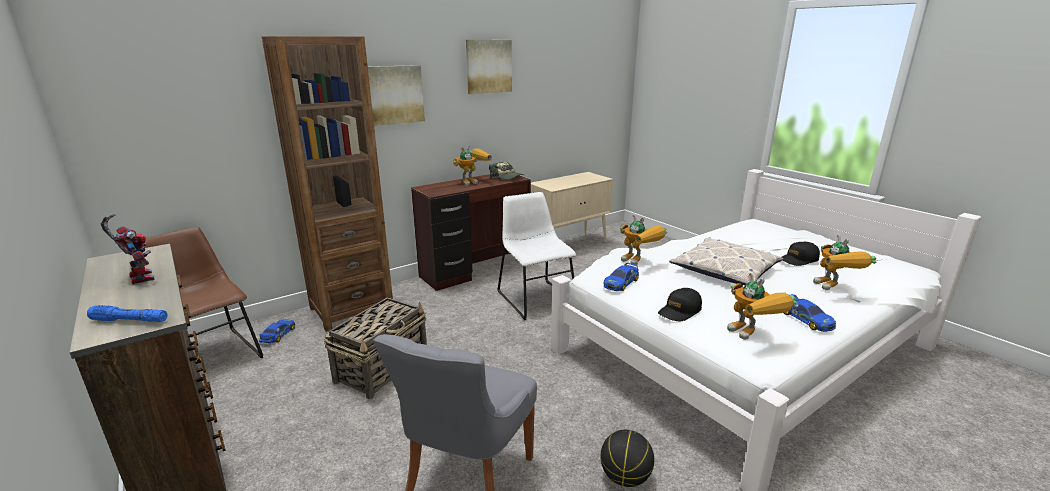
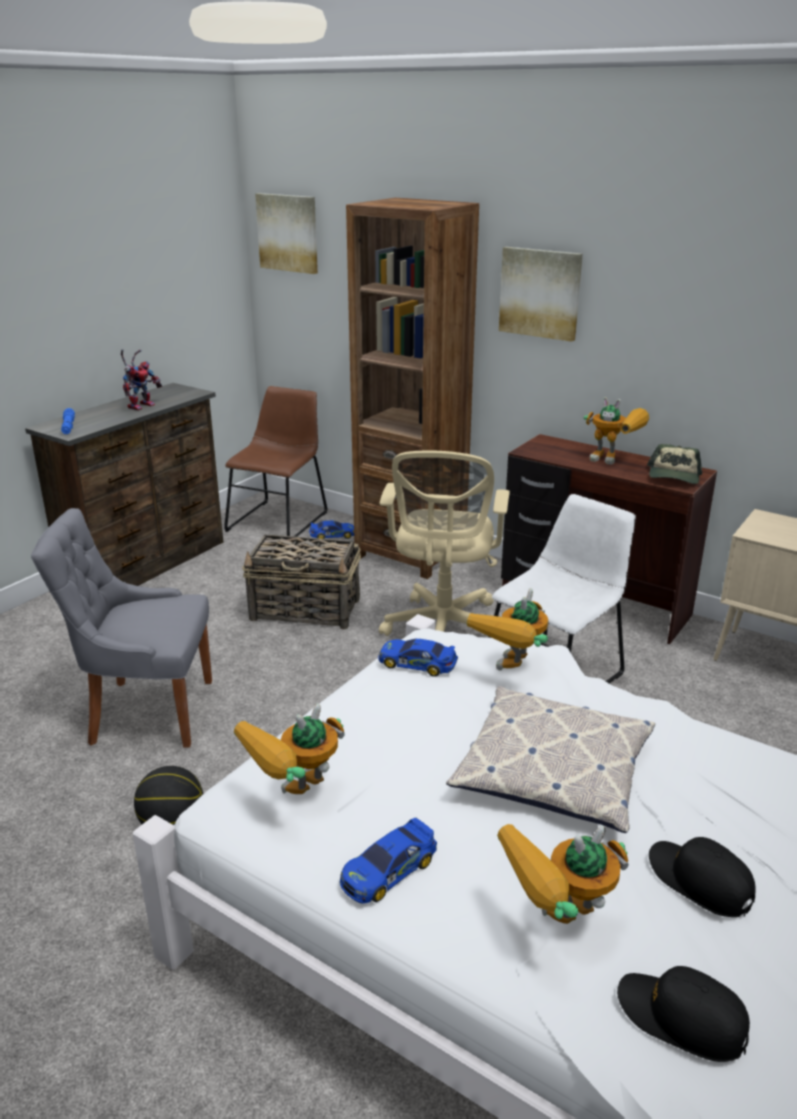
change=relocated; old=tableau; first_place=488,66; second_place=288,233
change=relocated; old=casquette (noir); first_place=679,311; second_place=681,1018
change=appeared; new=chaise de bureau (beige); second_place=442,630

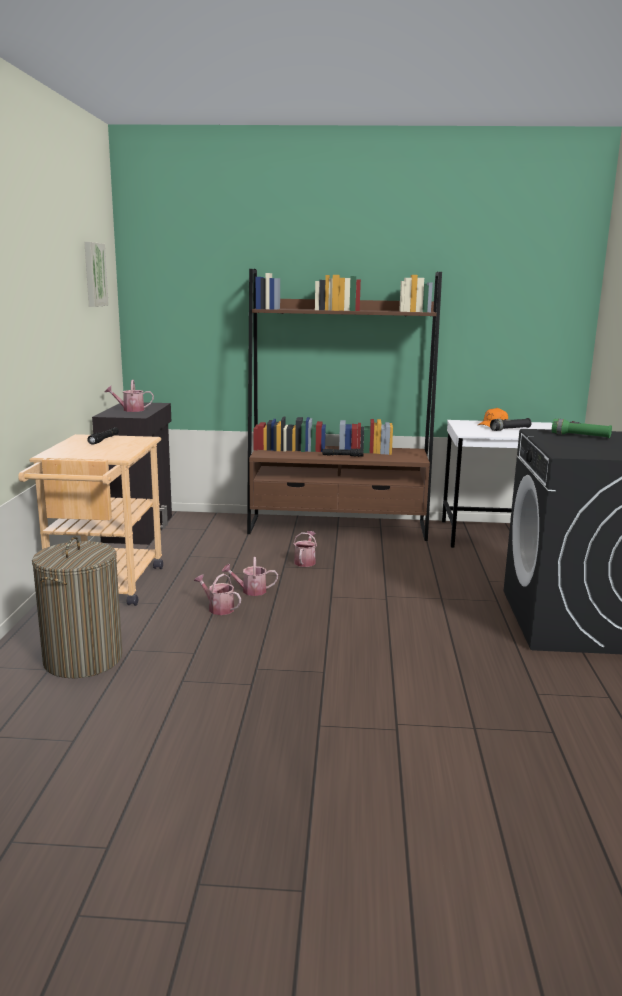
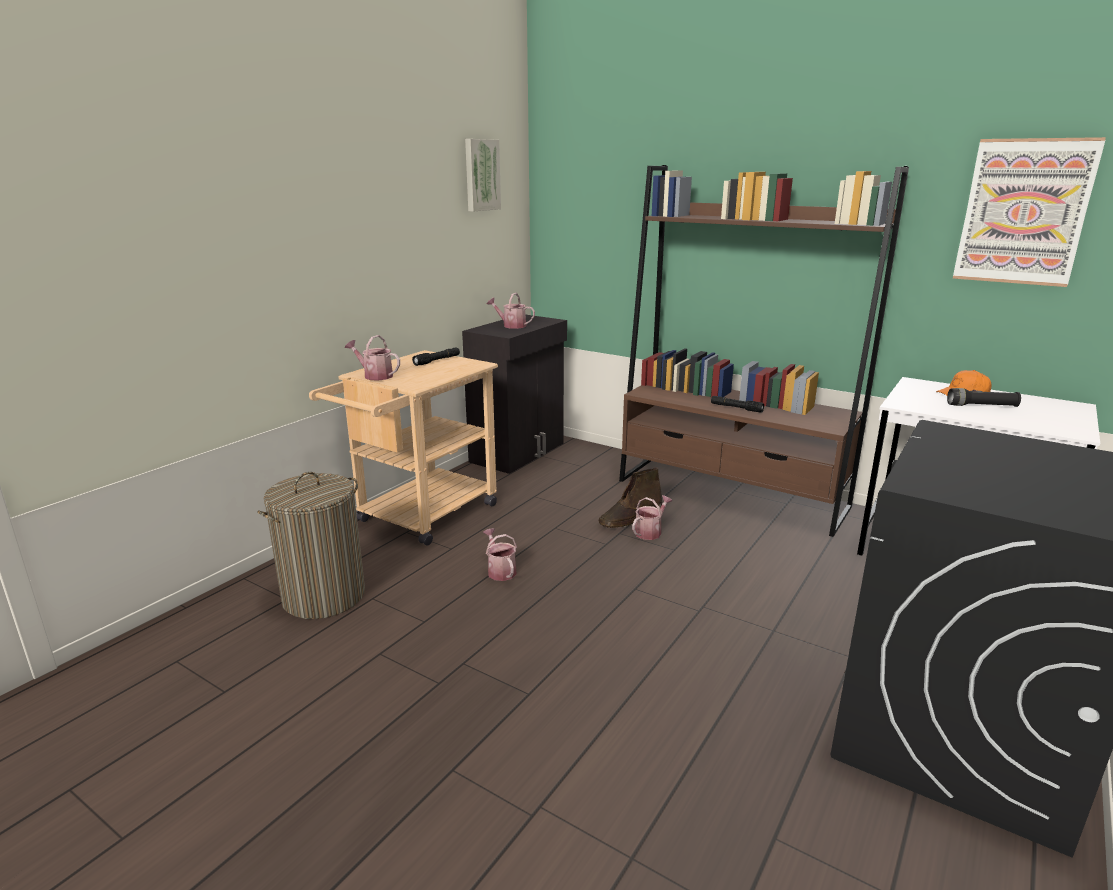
change=relocated; old=arrosoir; first_place=250,591; second_place=375,375
change=missing; old=lampe de poche (vert); first_place=580,436
change=appeared; new=botte (marron); second_place=630,519
change=appeared; new=tableau; second_place=1024,212

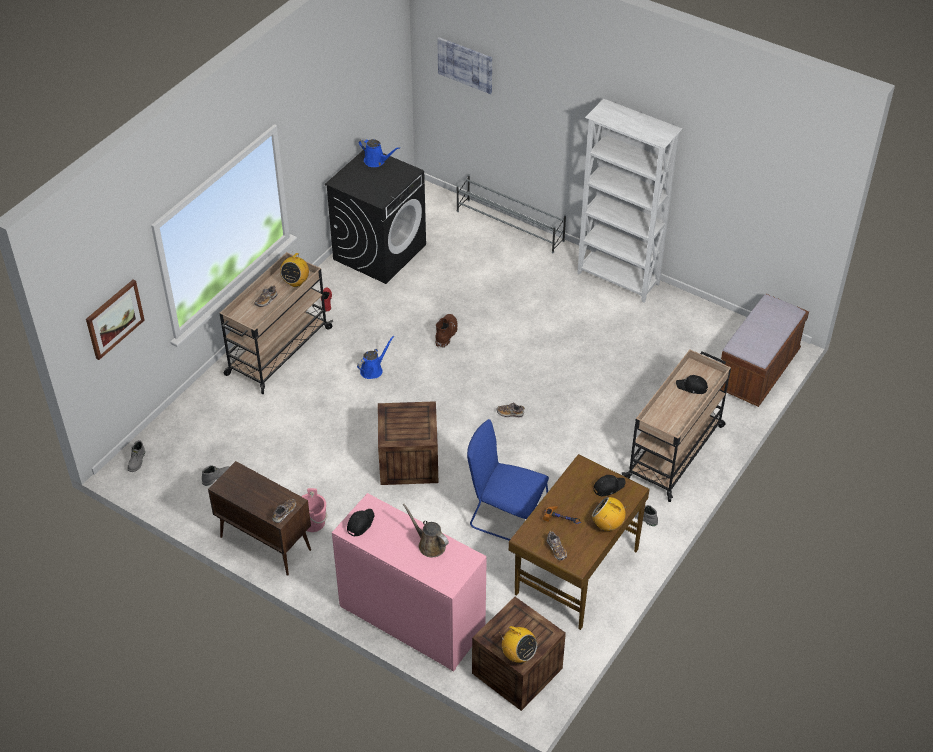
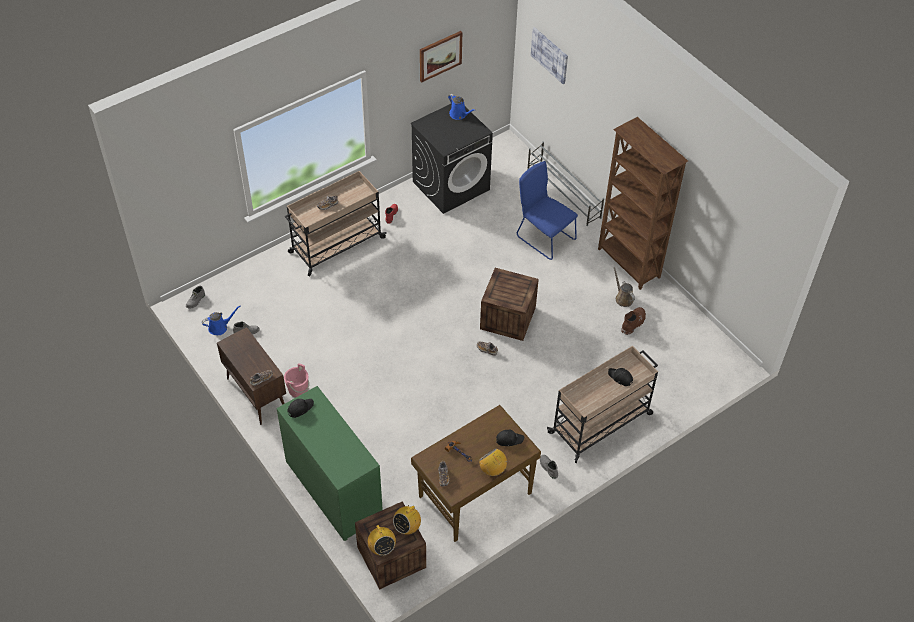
change=relocated; old=tableau; first_place=114,318; second_place=440,55
change=relocated; old=radio; first_place=295,282; second_place=407,527
change=colour; old=commode (rose); new=commode (vert); first_place=412,619; second_place=333,490
change=relocated; old=arrosoir (bleu); first_place=373,370; second_place=220,327
change=relocated; old=caisse; first_place=409,461; second_place=508,318
change=relocated; old=arrosoir (marron); first_place=429,544; second_place=623,298
change=relocated; old=botte (marron); first_place=446,334; second_place=633,323
change=relocated; old=chaise (bleu); first_place=506,517; second_place=543,237
change=colour; old=bibliothèque (blanc); new=bibliothèque (marron); first_place=618,279; second_place=628,264
change=missing; old=banc (marron); first_place=758,372

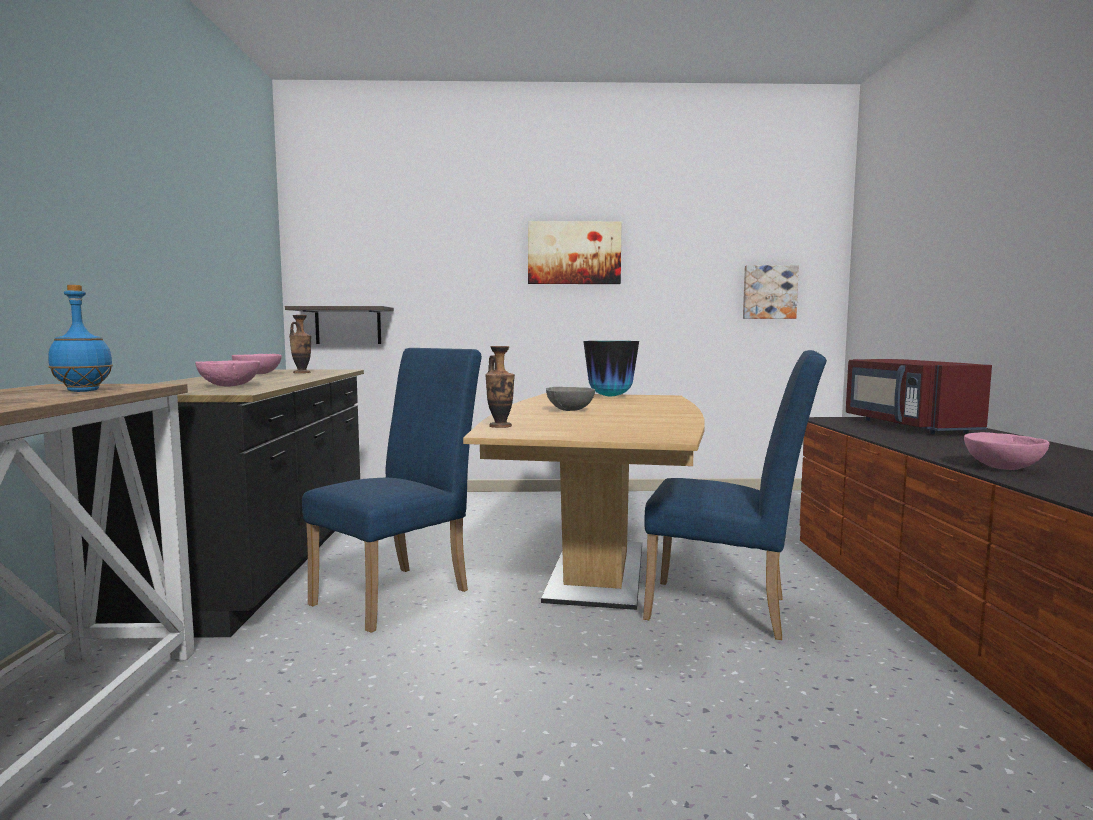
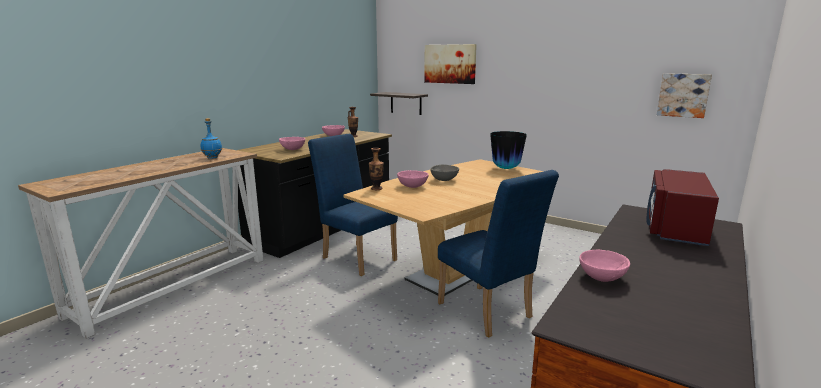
change=spun; old=chaise (bleu); first_place=400,593; second_place=356,257; degrees=-120
change=relocated; old=tableau; first_place=574,253; second_place=450,64
change=appeared; new=bol (rose); second_place=412,186

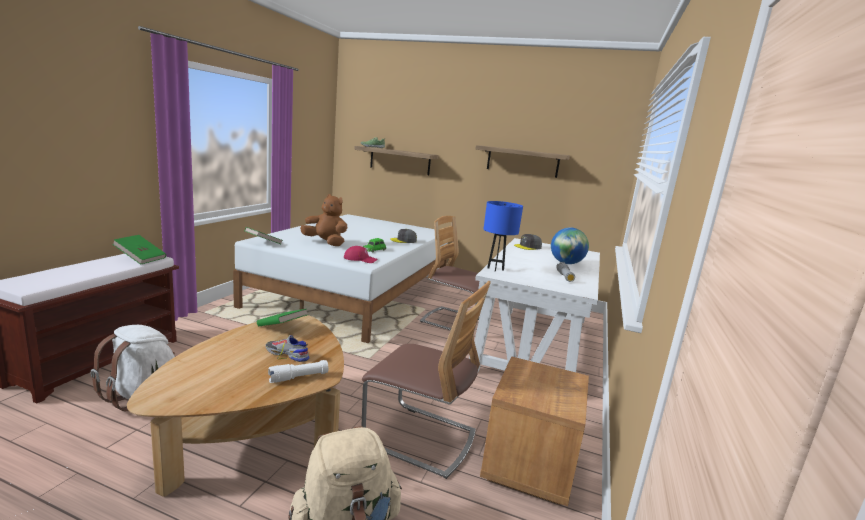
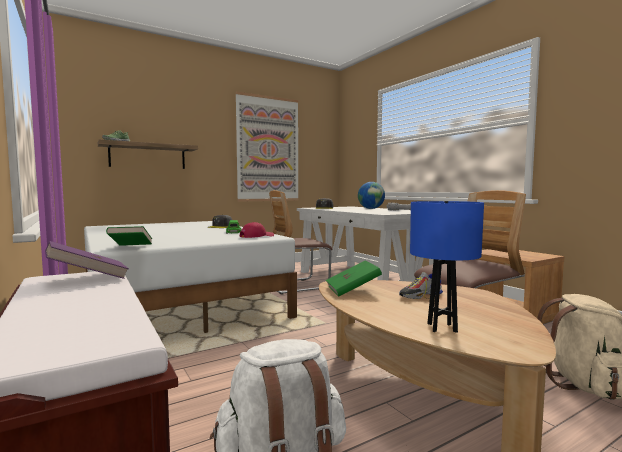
change=colour; old=livre (vert); new=livre (violet); first_place=140,258; second_place=87,278
change=missing; old=lampe de poche (blanc); first_place=298,377
change=missing; old=peluche (marron); first_place=326,243
change=exchanged; old=étagère; new=tableau; first_place=522,161; second_place=268,149
change=relocated; old=lampe de table (bleu); first_place=495,269; second_place=441,328

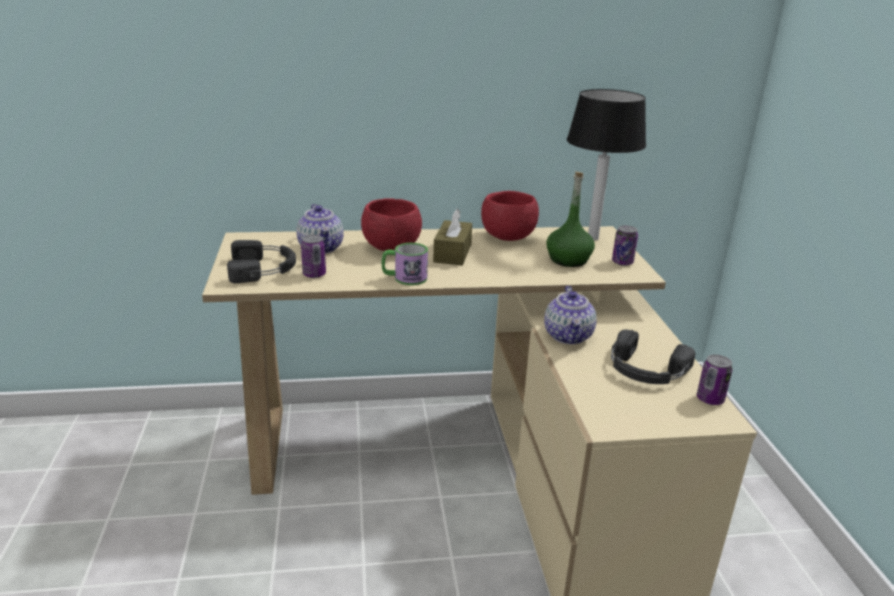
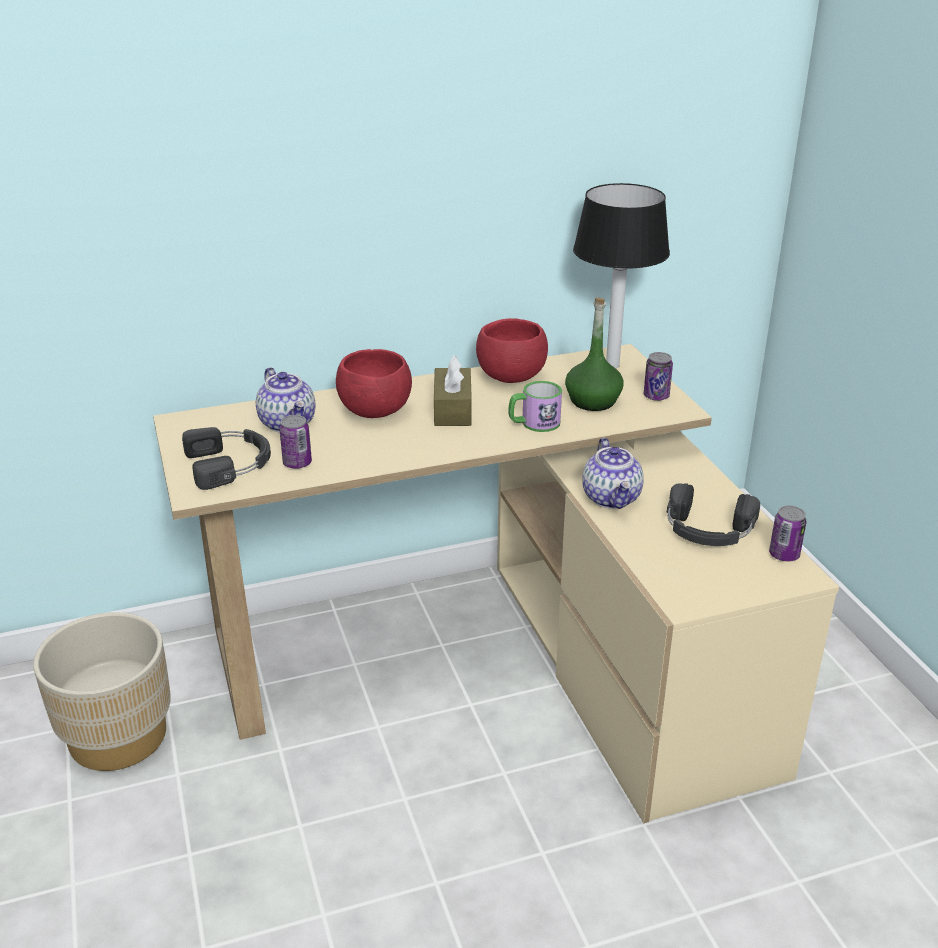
change=relocated; old=mug; first_place=404,278; second_place=534,423
change=appeared; new=cache-pot (beige); second_place=118,736

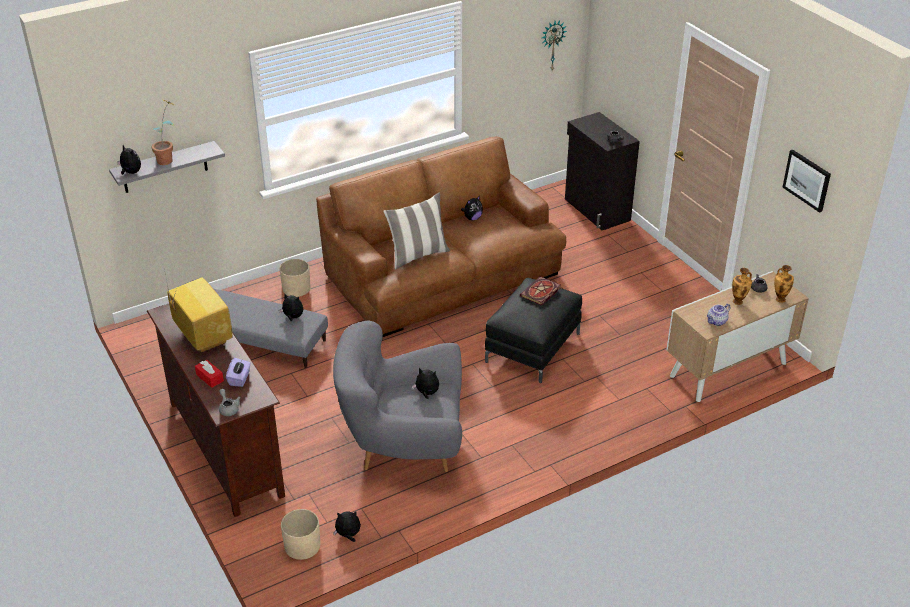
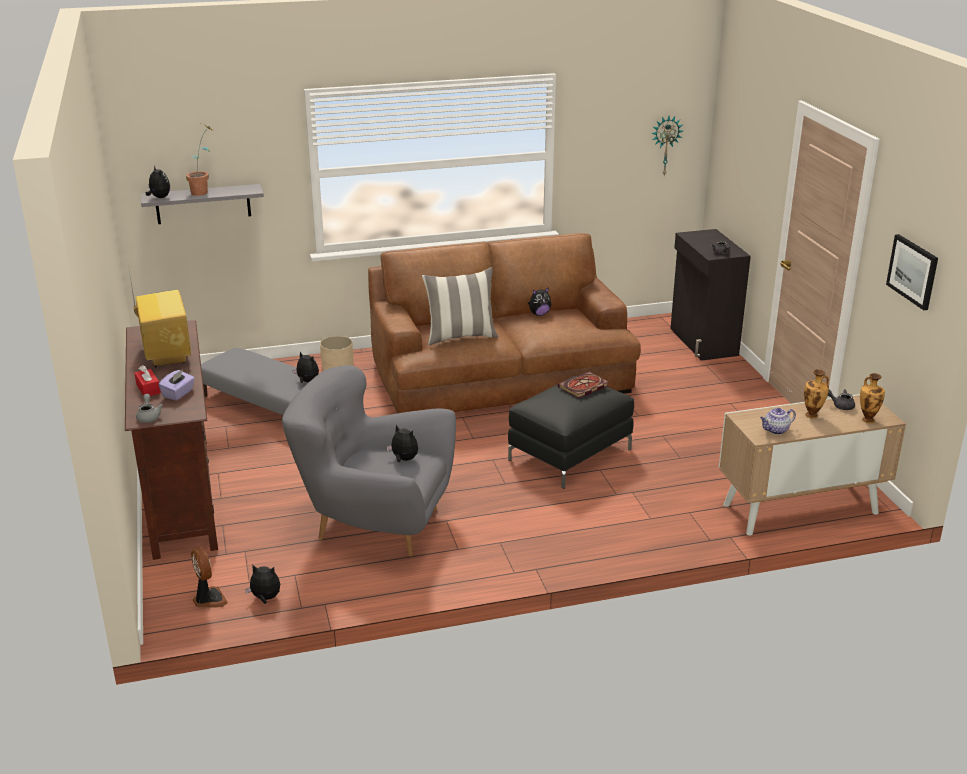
change=exchanged; old=cache-pot (beige); new=ventilateur; first_place=302,545; second_place=208,599

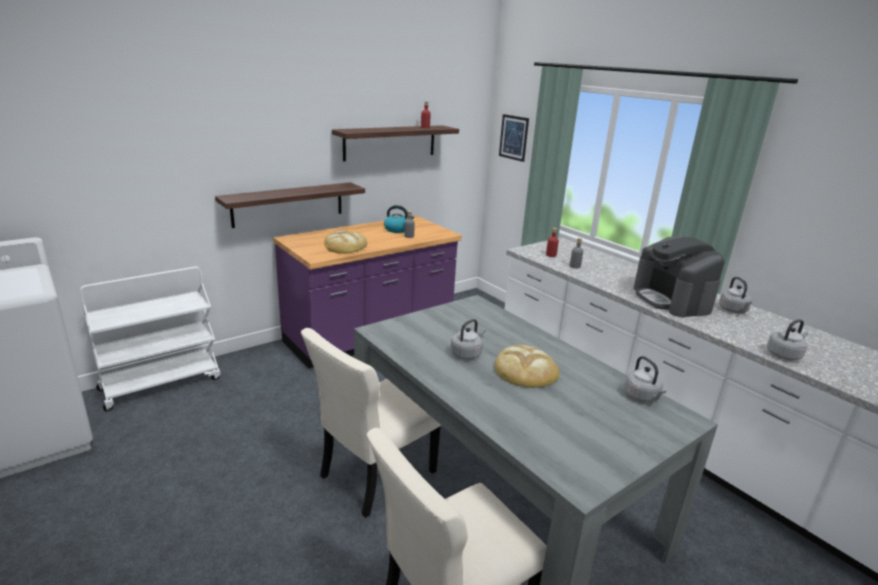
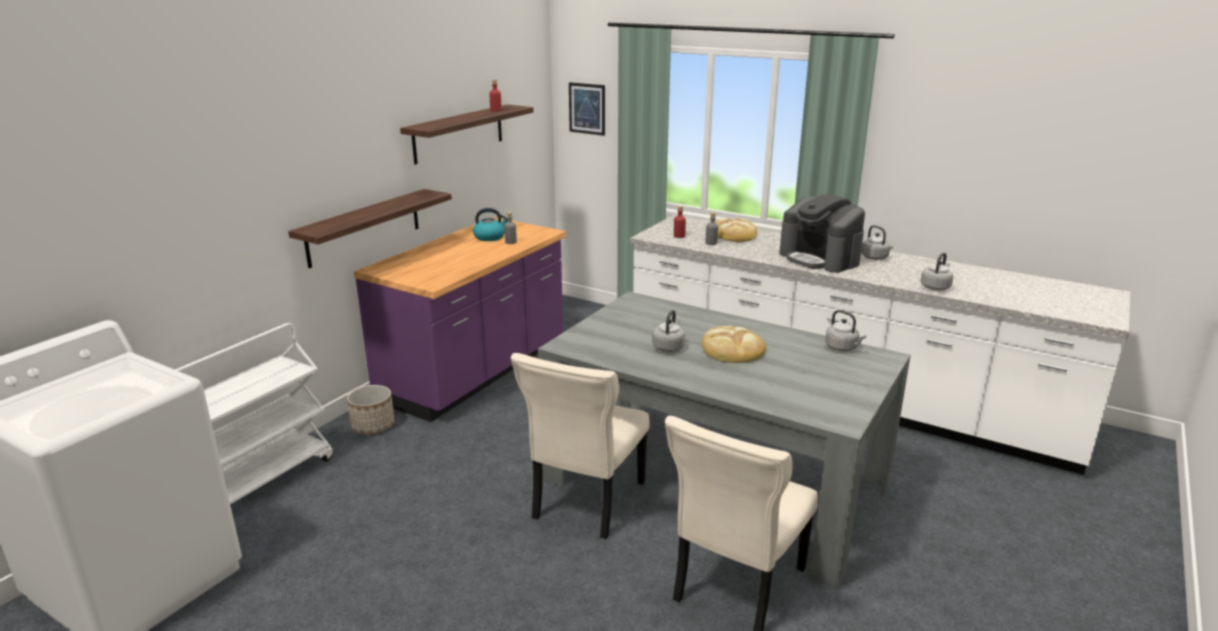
change=relocated; old=pain; first_place=345,246; second_place=733,234
change=appeared; new=cache-pot; second_place=373,426

